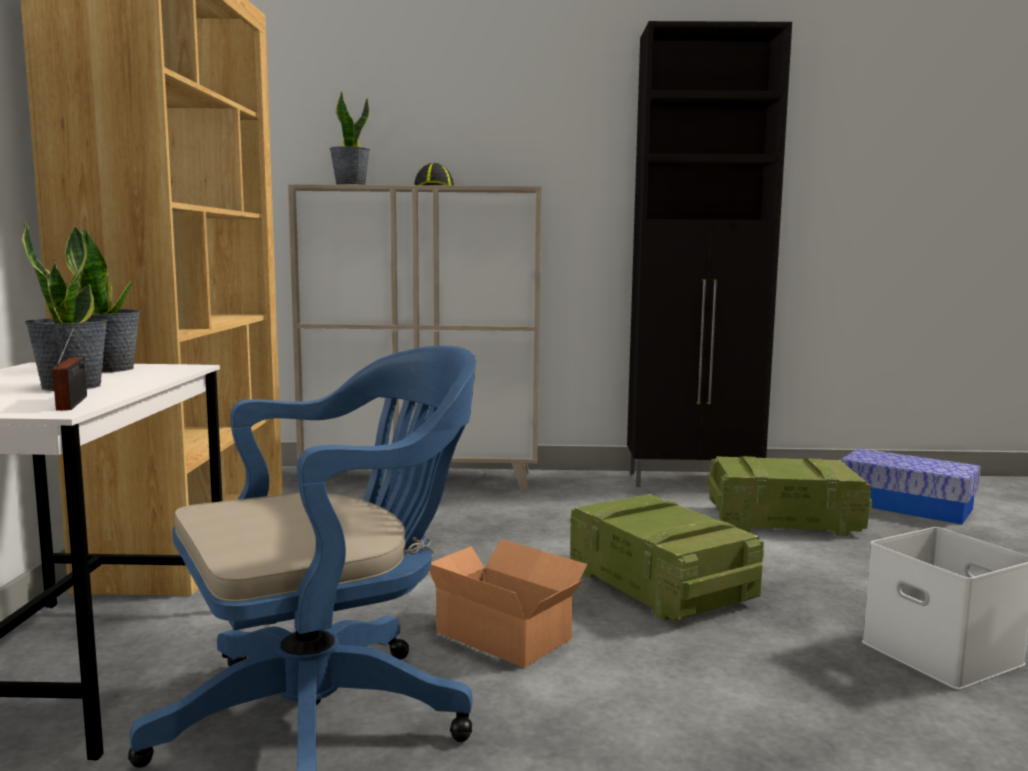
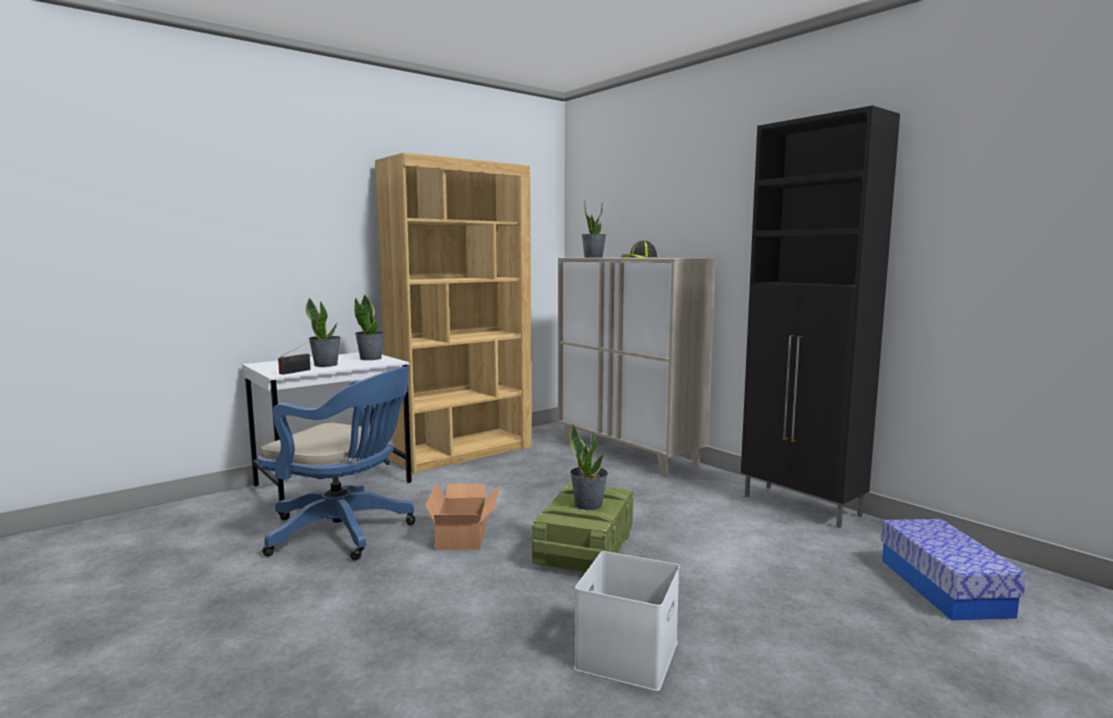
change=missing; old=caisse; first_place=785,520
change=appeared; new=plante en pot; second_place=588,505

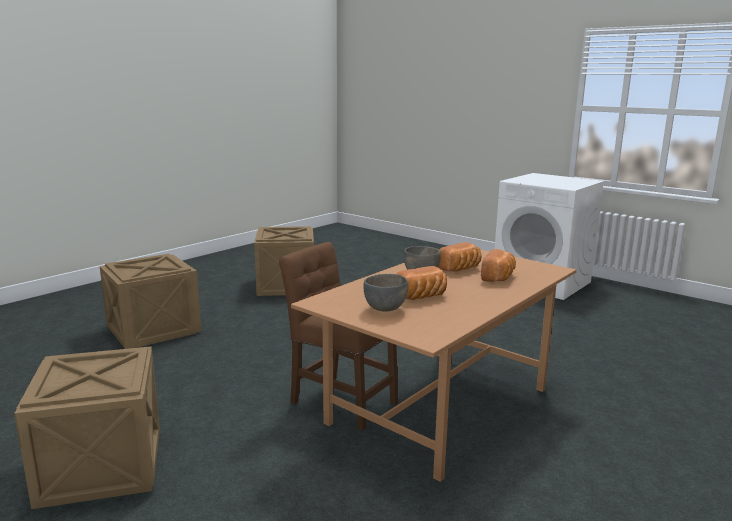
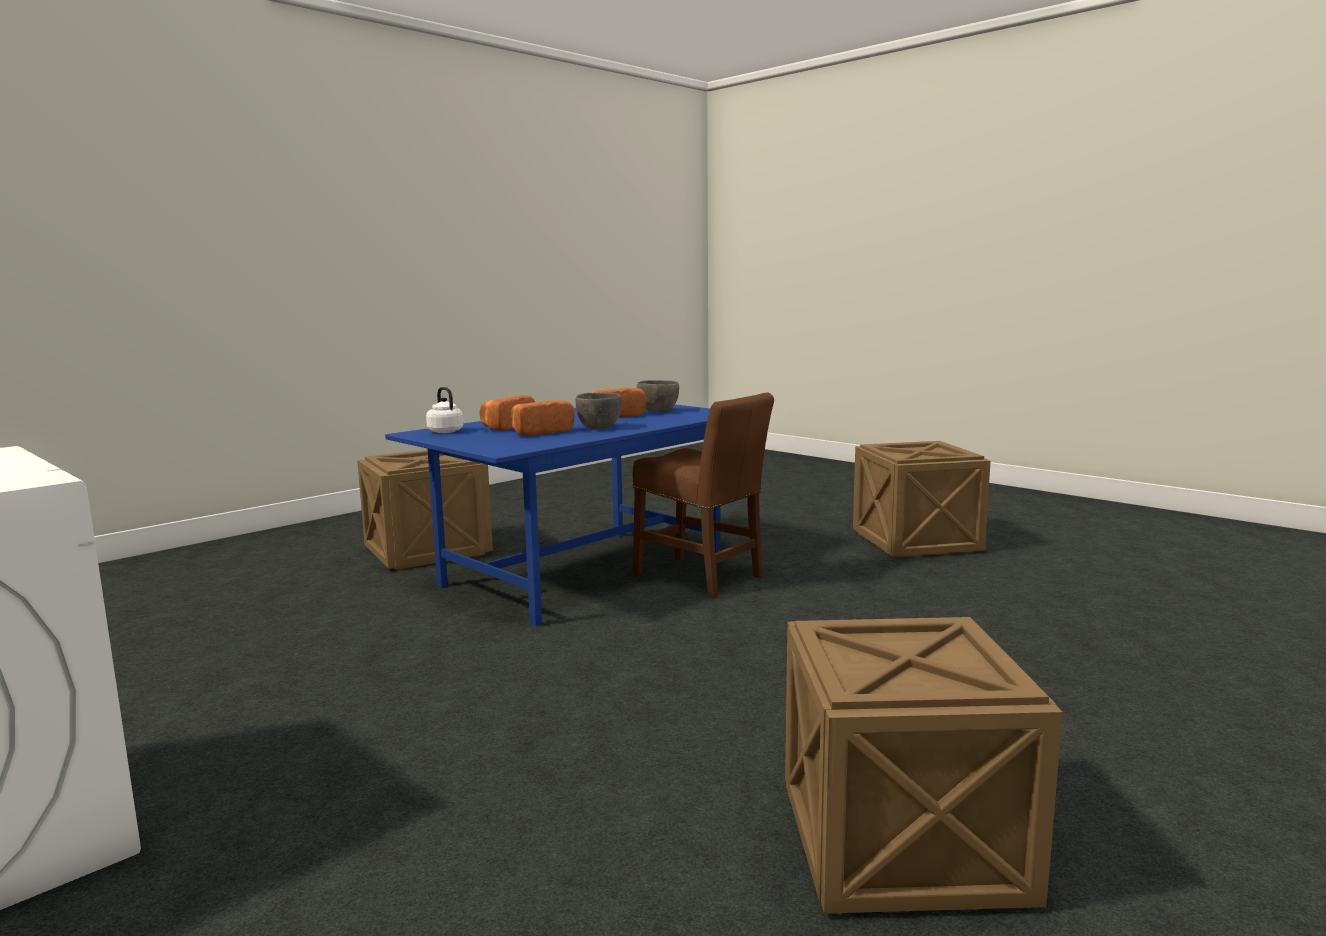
change=relocated; old=caisse; first_place=155,330; second_place=426,551
change=colour; old=table à manger (marron); new=table à manger (bleu); first_place=440,406; second_place=583,572
change=appeared; new=bouilloire (blanc); second_place=444,431

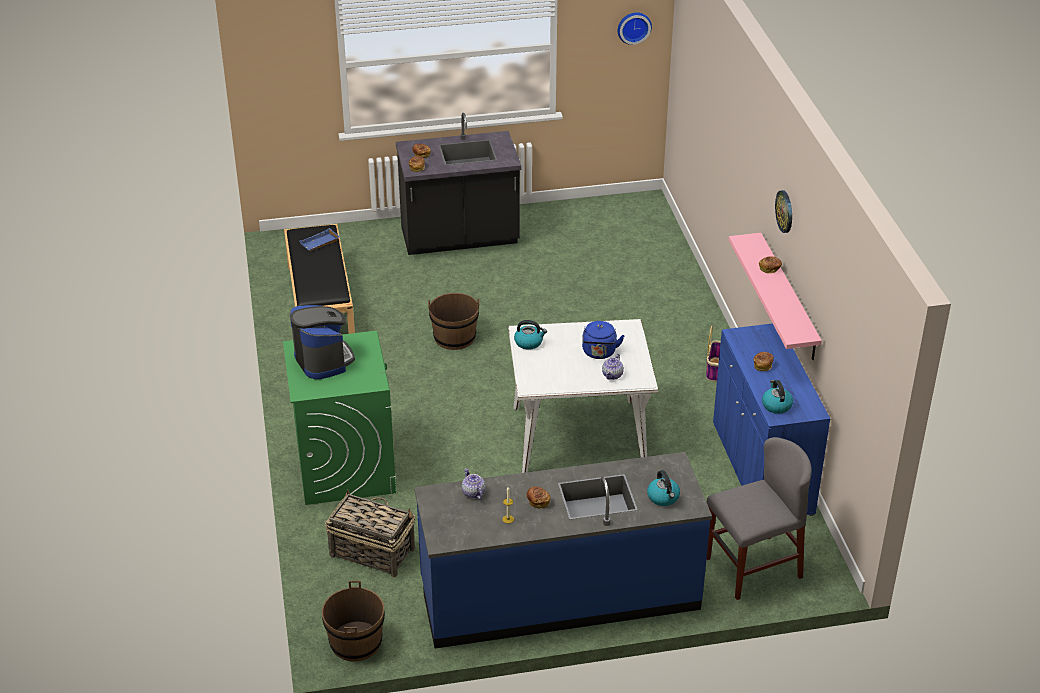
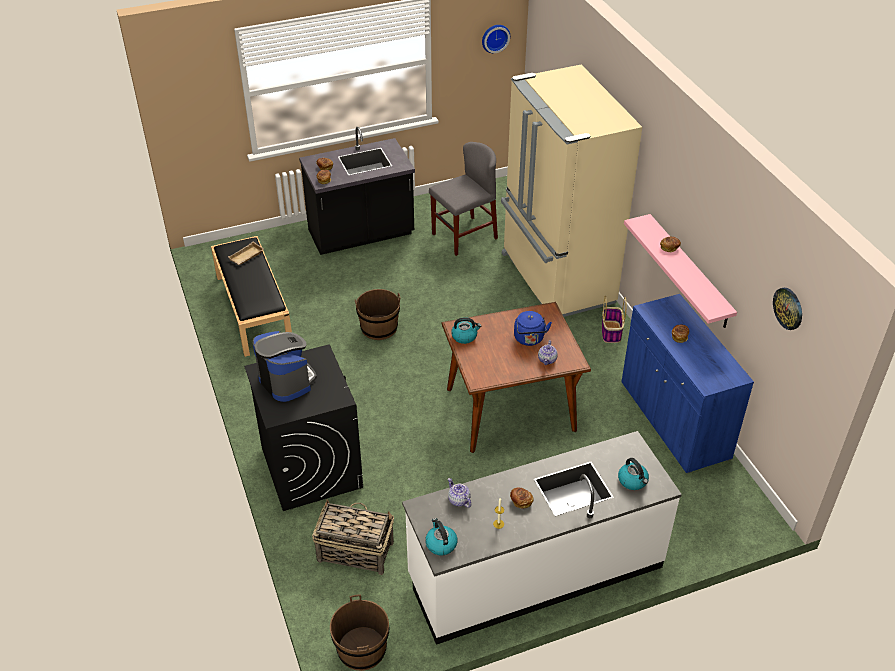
change=colour; old=lave-linge (vert); new=lave-linge (noir); first_place=345,467; second_place=311,467
change=colour; old=plateau (bleu); new=plateau (beige); first_place=319,243; second_place=246,257
change=colour; old=comptoir de cuisine (bleu); new=comptoir de cuisine (blanc); first_place=559,595; second_place=535,571
change=colour; old=table à manger (blanc); new=table à manger (marron); first_place=579,436; second_place=511,409
change=relocated; old=chaise (gris); first_place=753,567; second_place=464,236
change=relocated; old=bouilloire; first_place=776,405; second_place=440,544
change=relocated; old=horloge murale; first_place=785,211; second_place=788,308
change=appeared; new=réfrigérateur (beige); second_place=555,279

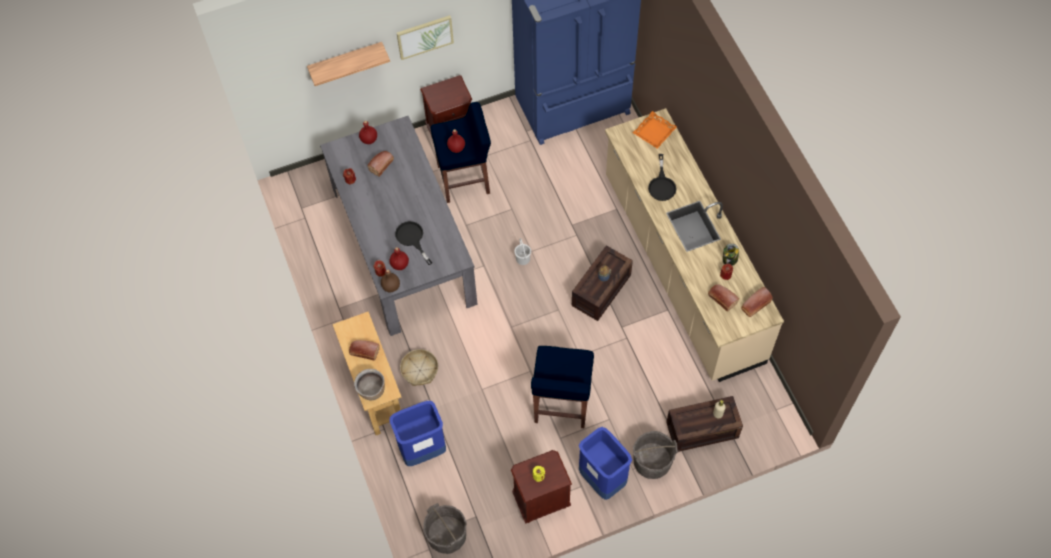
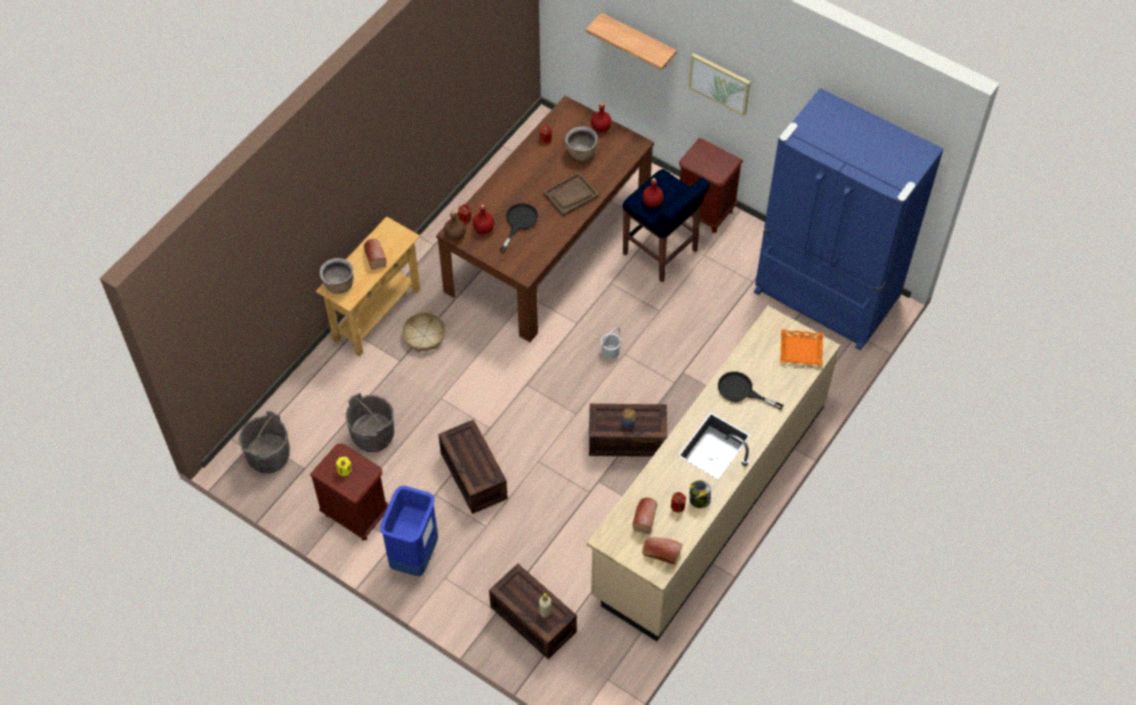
change=colour; old=table à manger (gris); new=table à manger (marron); first_place=403,245; second_place=548,246
change=exchanged; old=pain; new=marmite (marron); first_place=382,165; second_place=581,153
change=missing; old=poubelle (bleu); first_place=423,451
change=exchanged; old=tabouret (bleu); new=caisse; first_place=561,404; second_place=472,475
change=relocated; old=seau (gris); first_place=652,463; second_place=373,435
change=spun; old=poêle (noir); first_place=662,185; second_place=741,391; degrees=60
change=appeared; new=plateau (marron); second_place=571,195

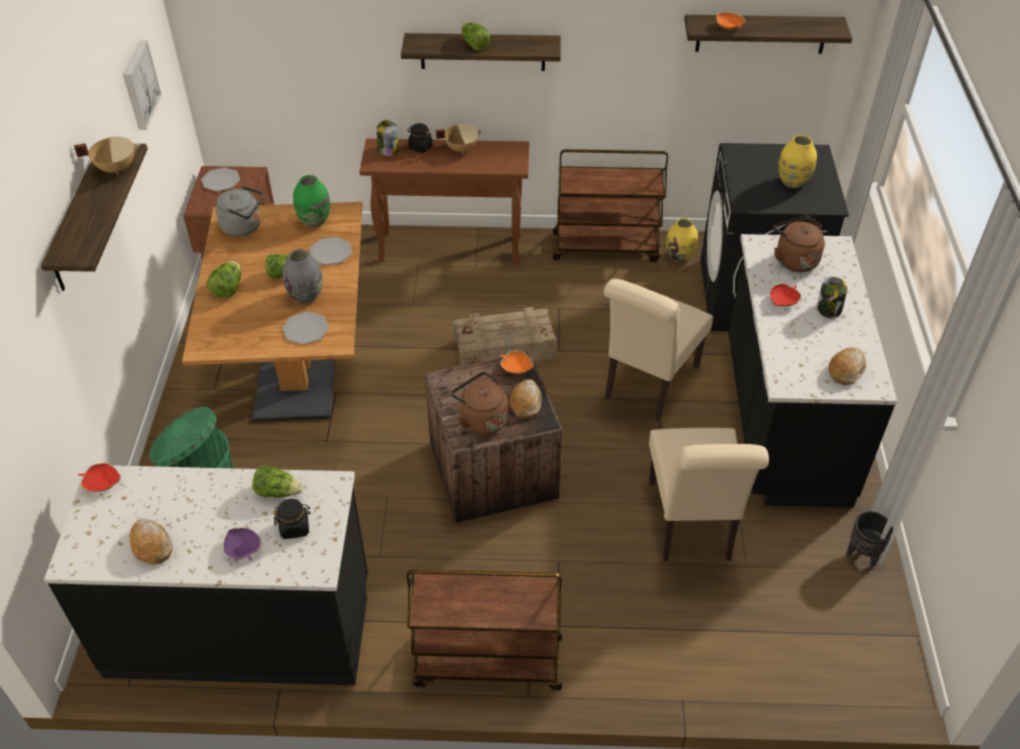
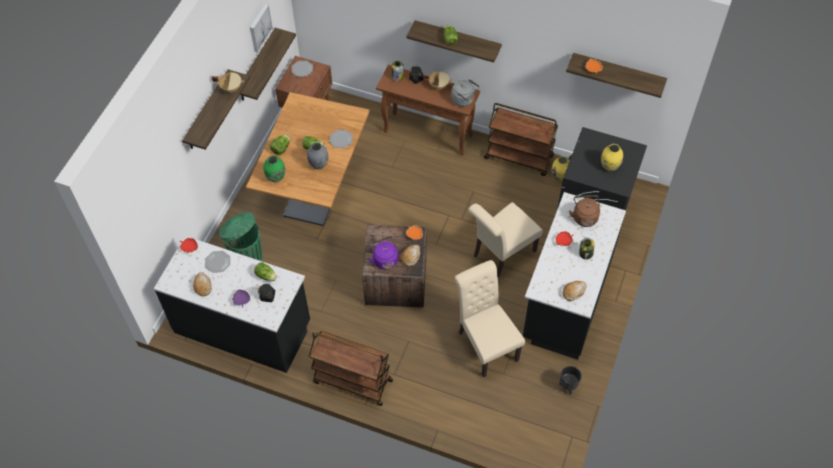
change=relocated; old=bouilloire (gris); first_place=244,227; second_place=464,100
change=relocated; old=assiette; first_place=305,329; second_place=217,262
change=relocated; old=vase (vert); first_place=314,221; second_place=275,177
change=colour; old=bouilloire (marron); new=bouilloire (violet); first_place=481,419; second_place=384,259
change=missing; old=caisse; first_place=505,350
change=spun; old=chaise (beige); first_place=691,525; second_place=485,343; degrees=135
change=appeared; new=étagère; second_place=257,66

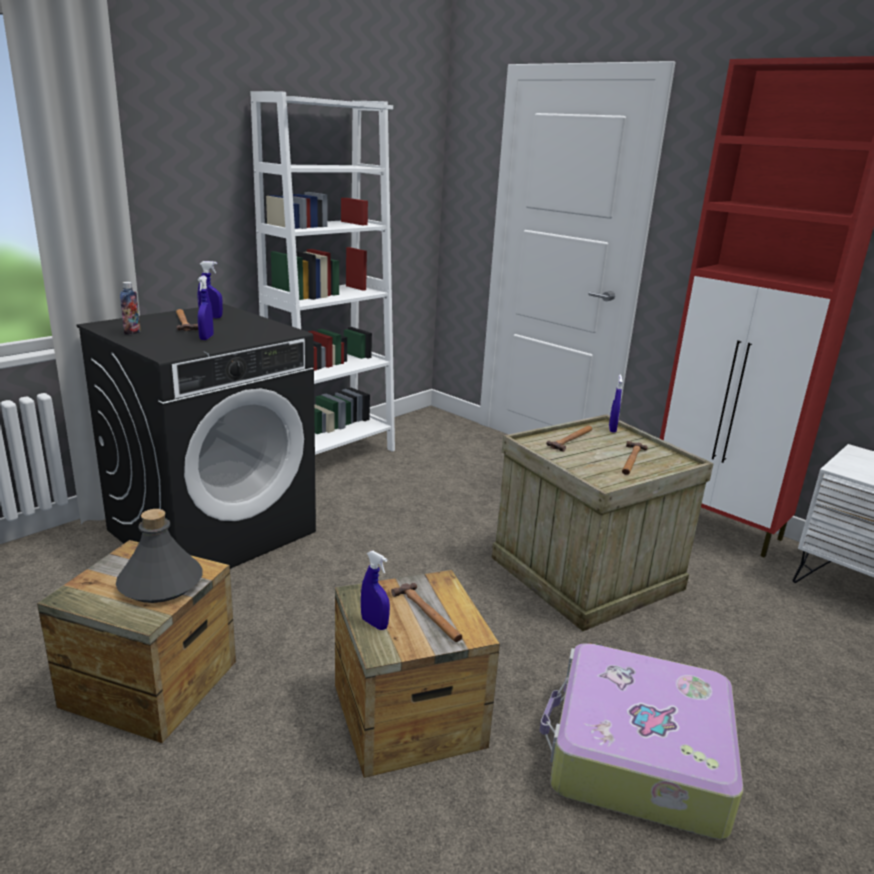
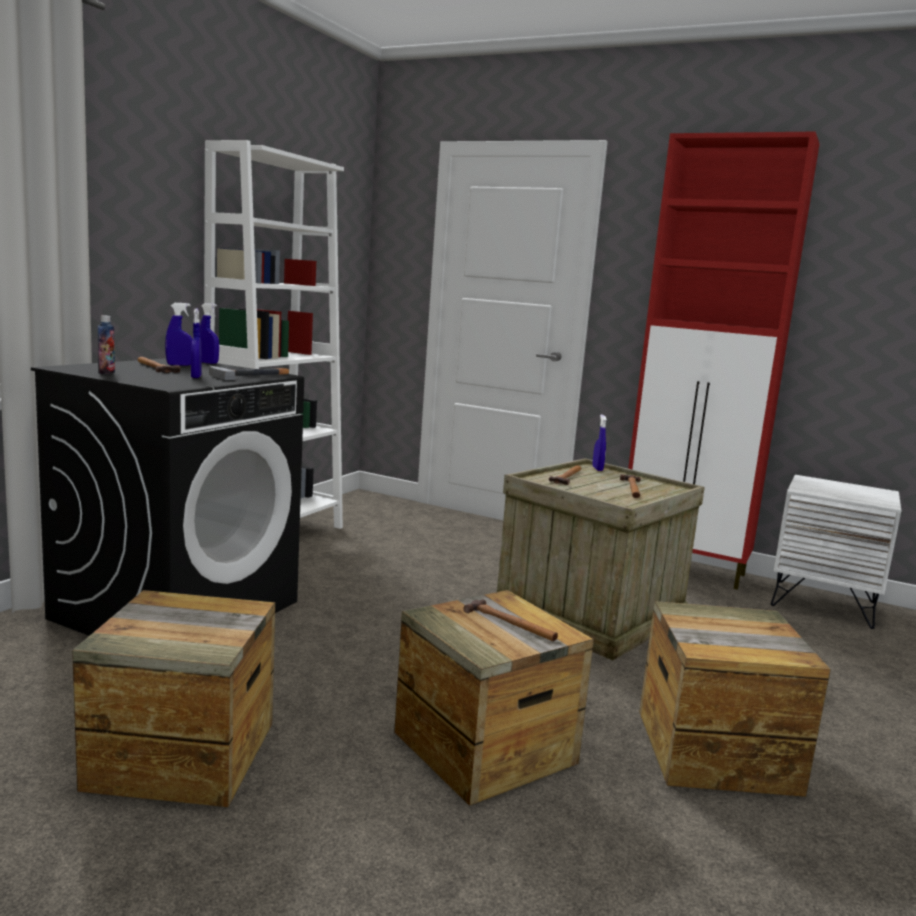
change=missing; old=bouteille (gris); first_place=160,584
change=relocated; old=vaporisateur (bleu); first_place=374,623; second_place=208,363
change=exchanged; old=valise; new=caisse; first_place=636,755; second_place=716,751
change=appeared; new=marteau; second_place=251,376

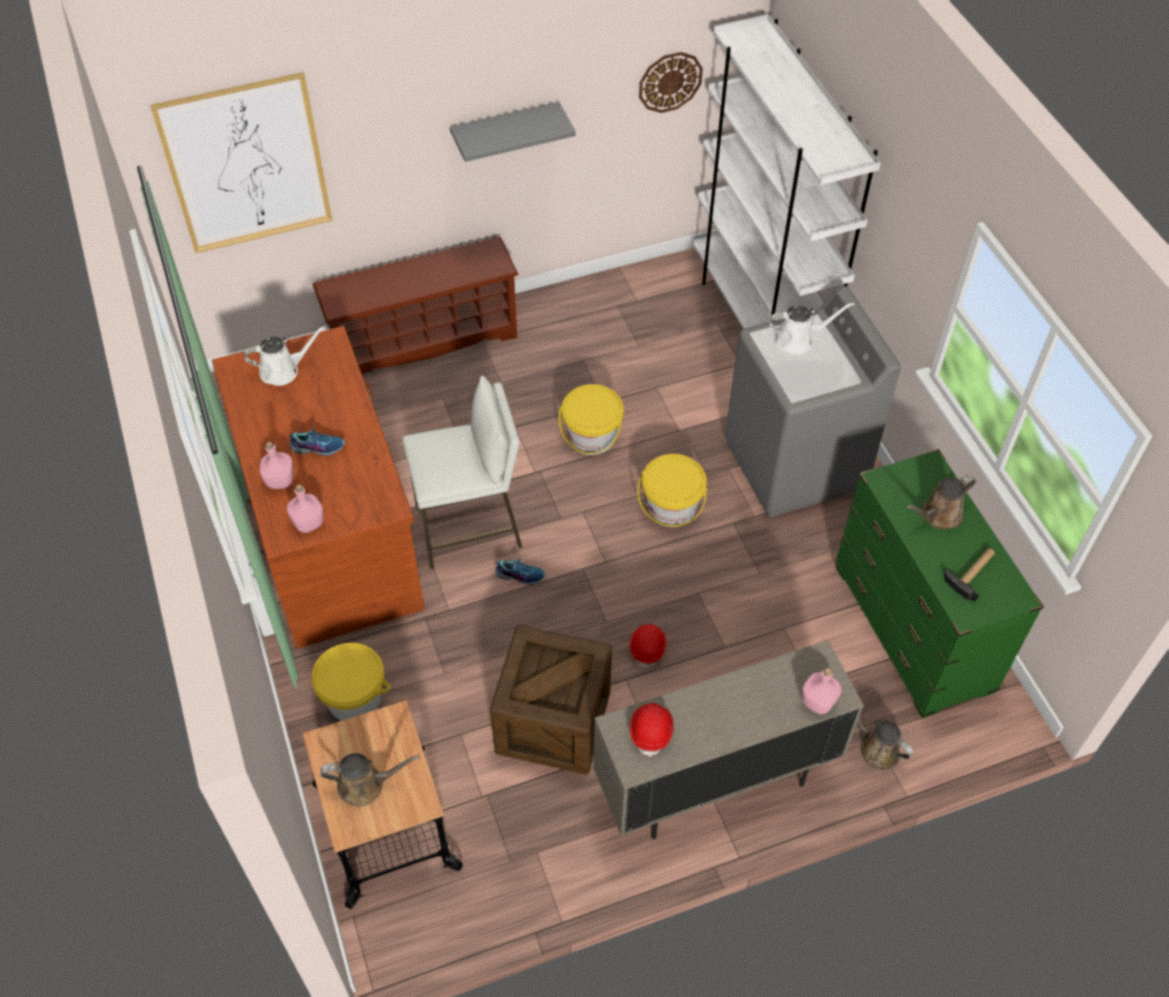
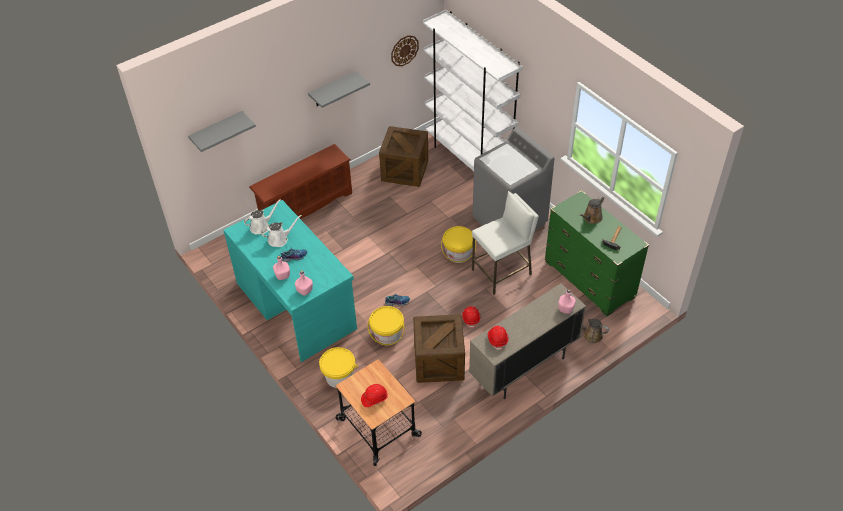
change=exchanged; old=tableau; new=étagère (gris); first_place=246,164; second_place=217,131
change=colour; old=bureau (marron); new=bureau (turquoise); first_place=332,531; second_place=296,305
change=exchanged; old=arrosoir (marron); new=casque de chantier (rouge); first_place=365,785; second_place=374,398
change=relocated; old=tabouret (blanc); first_place=469,528; second_place=502,272
change=relocated; old=seau (jaune); first_place=592,437; second_place=387,335
change=relocated; old=arrosoir (blanc); first_place=797,340; second_place=280,239
change=appeared; new=caisse; second_place=404,171

